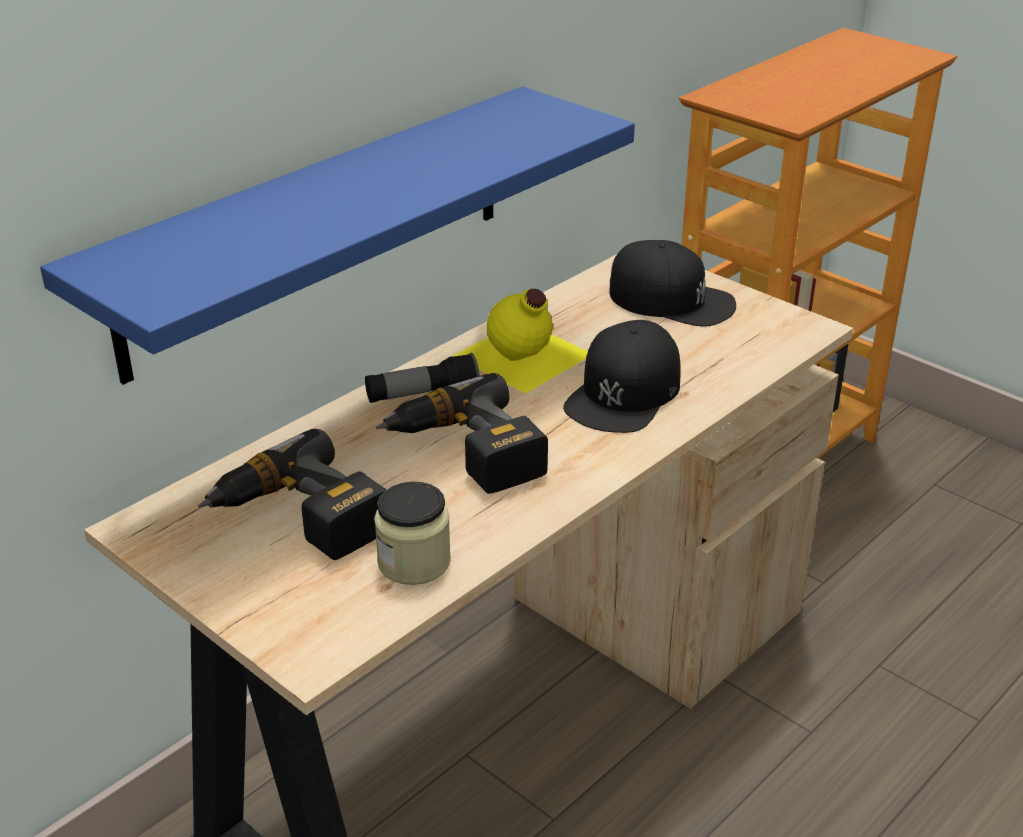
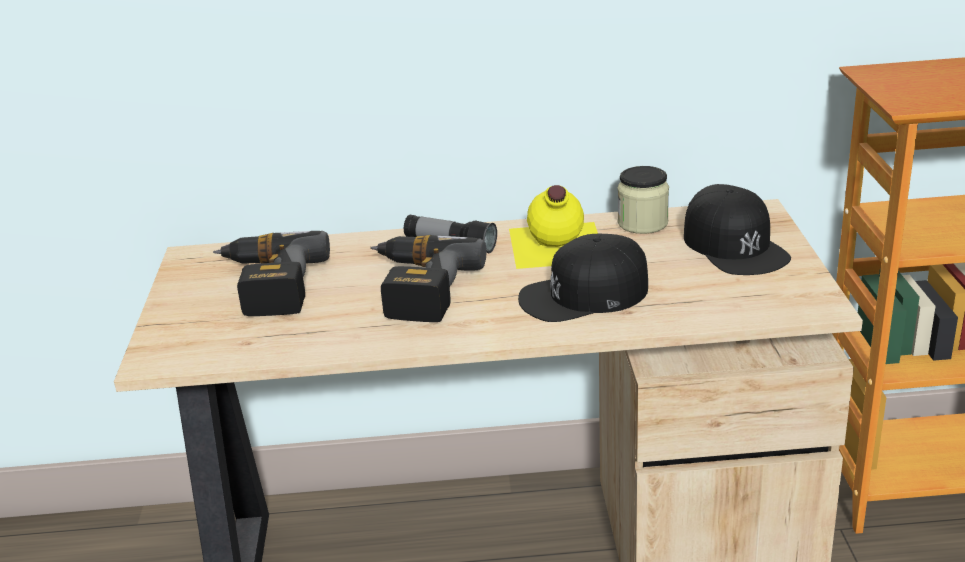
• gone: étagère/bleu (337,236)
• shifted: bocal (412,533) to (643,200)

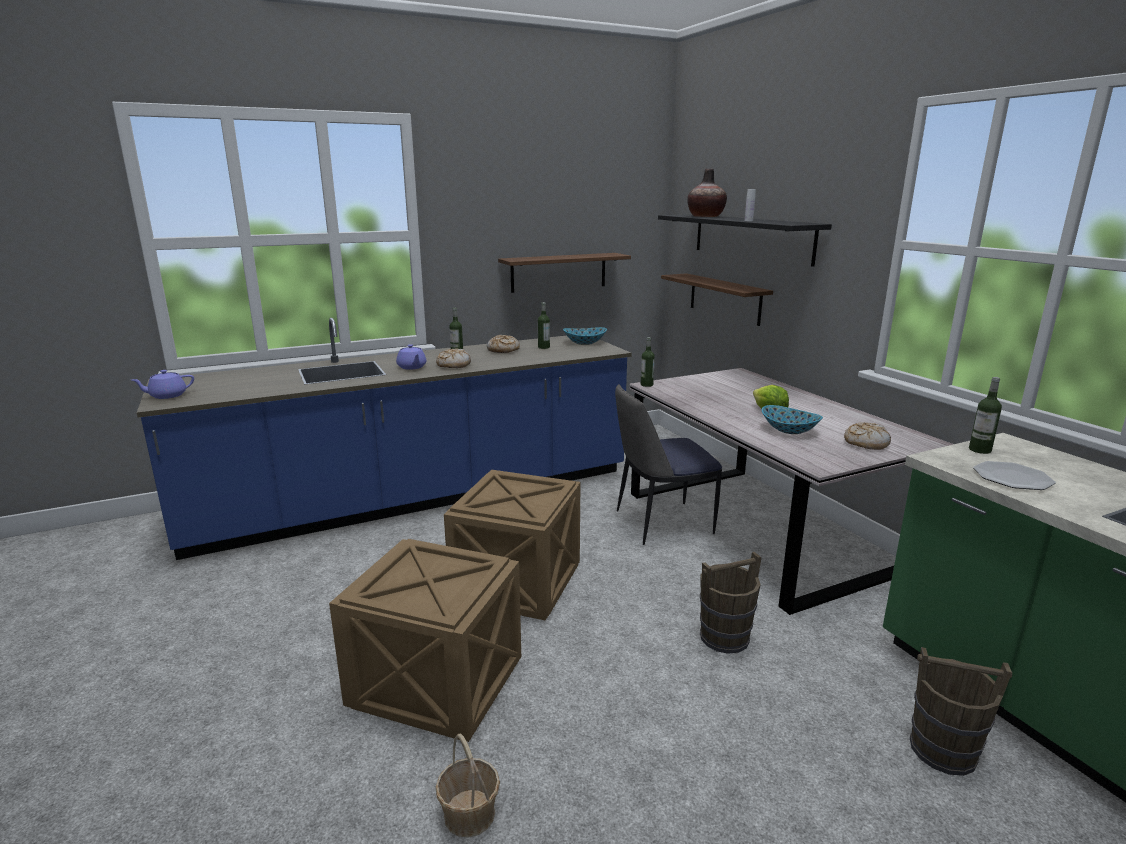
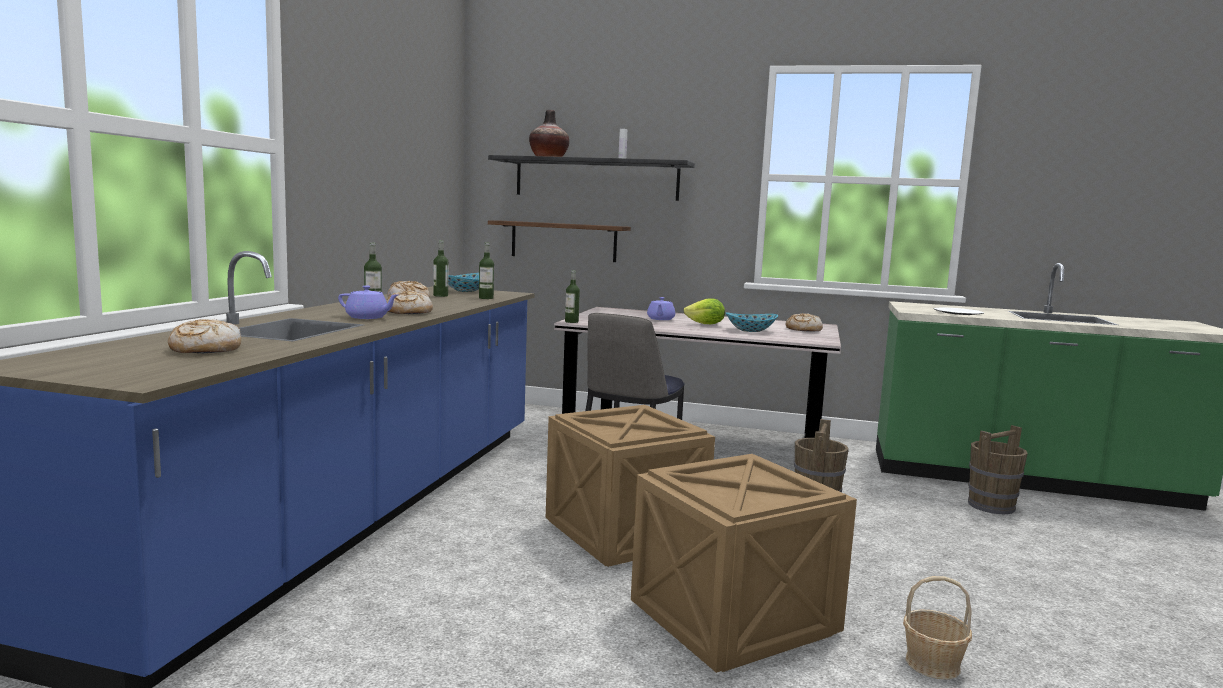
• shifted: théière/violet (162,384) to (661,308)
• gone: étagère (564,273)
• shifted: bouteille (985,415) to (486,270)
• new: pain (204,336)

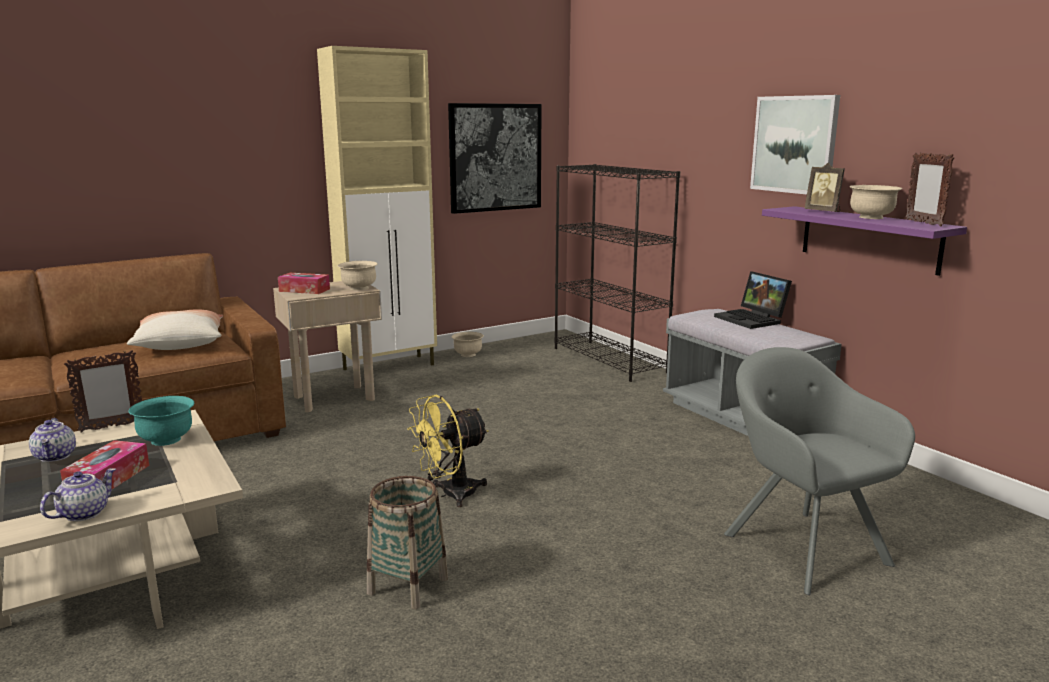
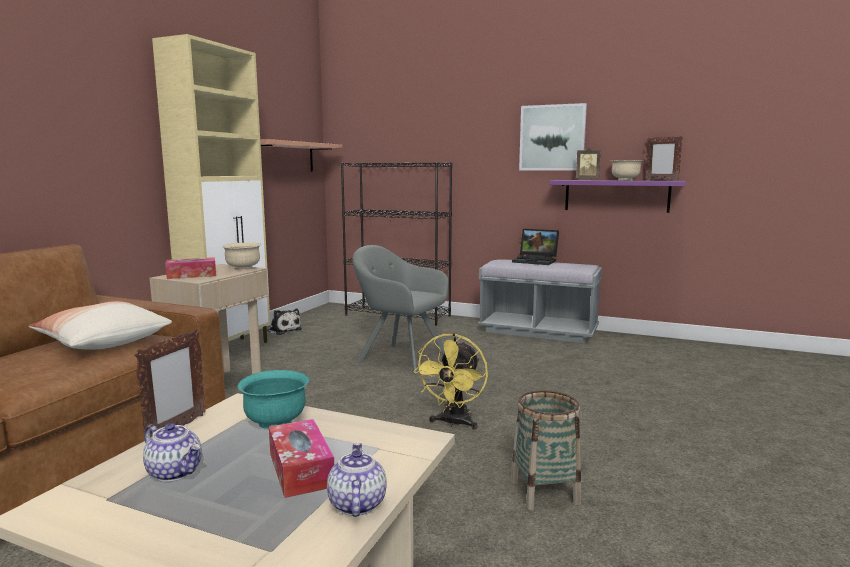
• swapped: tableau (495,158) to étagère (301,155)
• swapped: bol/beige (467,344) to peluche (284,322)
• shifted: fauteuil/gris (819,471) to (401,309)

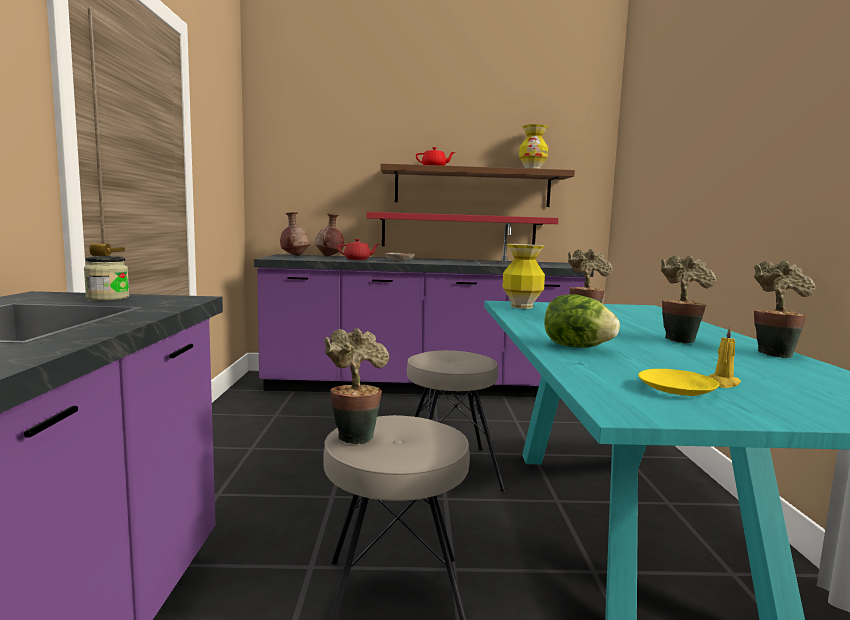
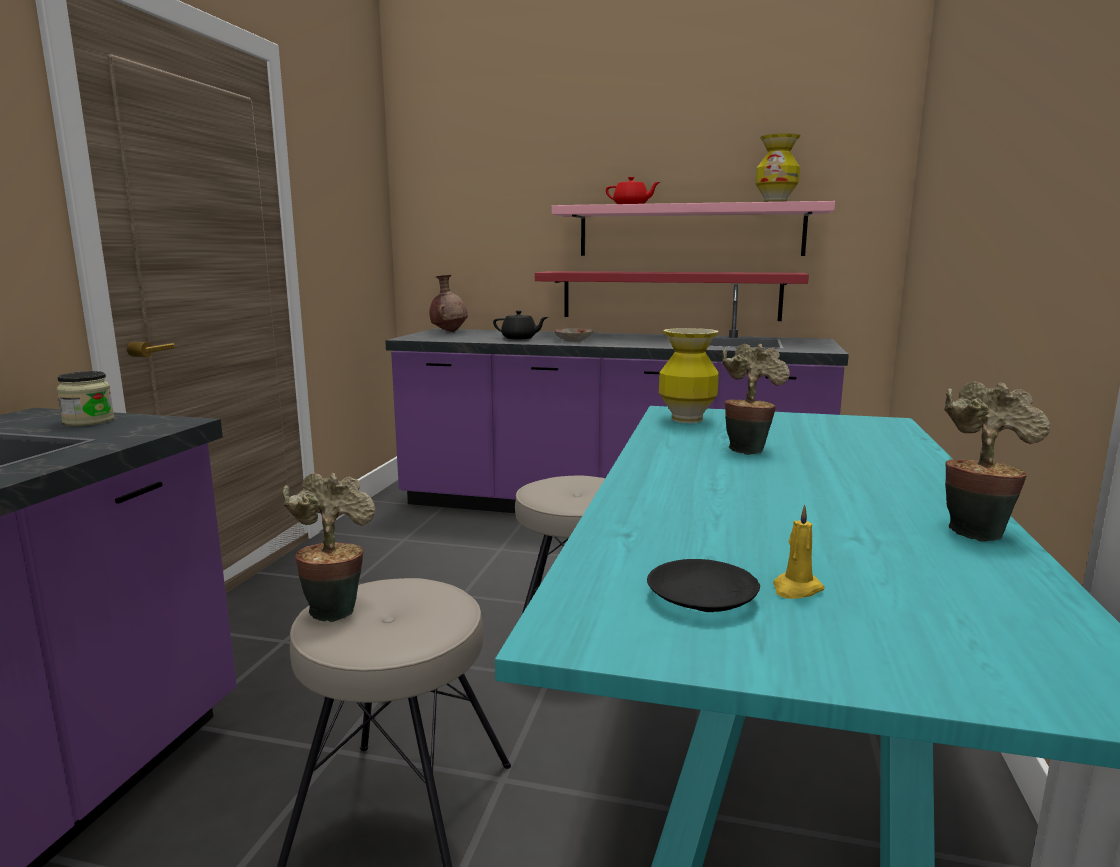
• gone: vase/marron (329,234)
• repainted: théière/rouge (358,249) to théière/noir (520,325)
• repainted: étagère/marron (478,185) to étagère/rose (693,228)
• gone: laitue (582,321)
• repainted: assiette/jaune (679,382) to assiette/noir (703,585)
• gone: plante en pot (688,299)

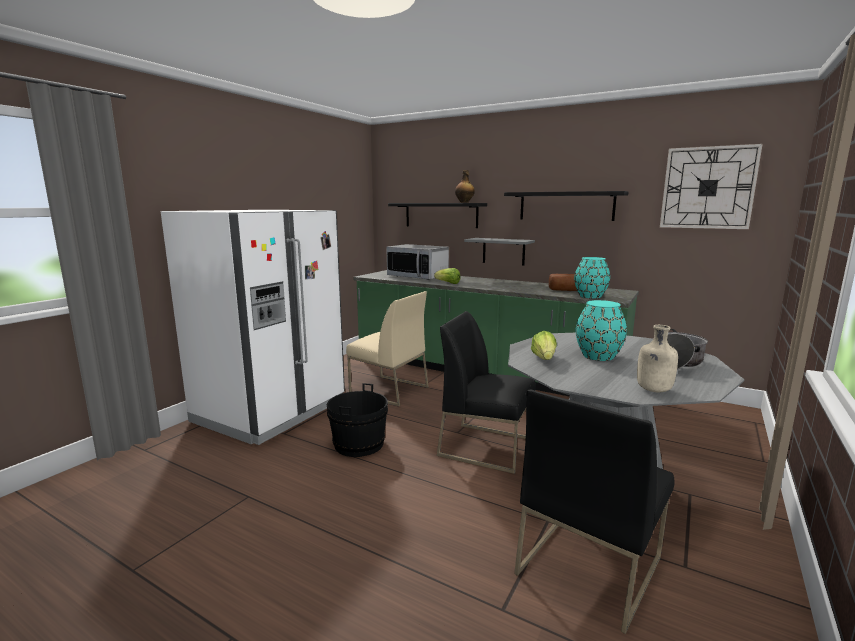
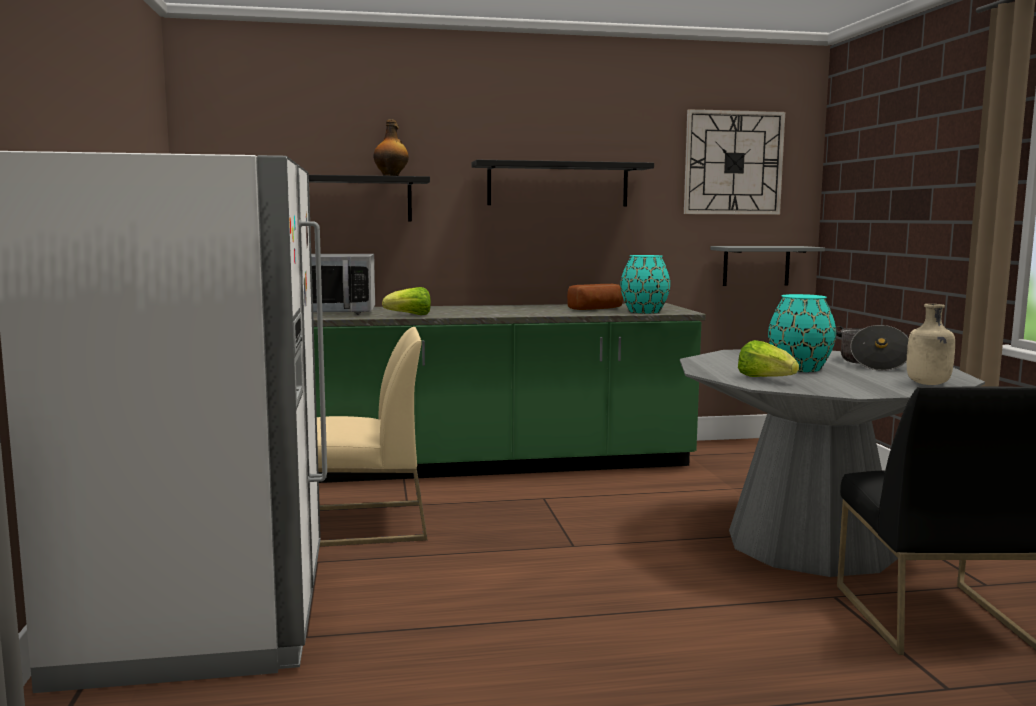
• gone: seau/noir (357,420)
• gone: chaise/noir (486,392)
• shifted: étagère/gris (499,251) to (767,266)

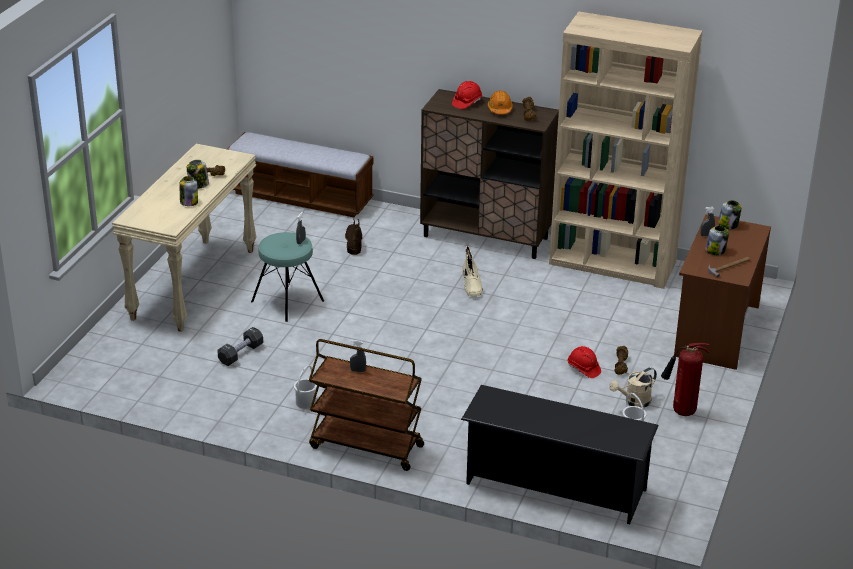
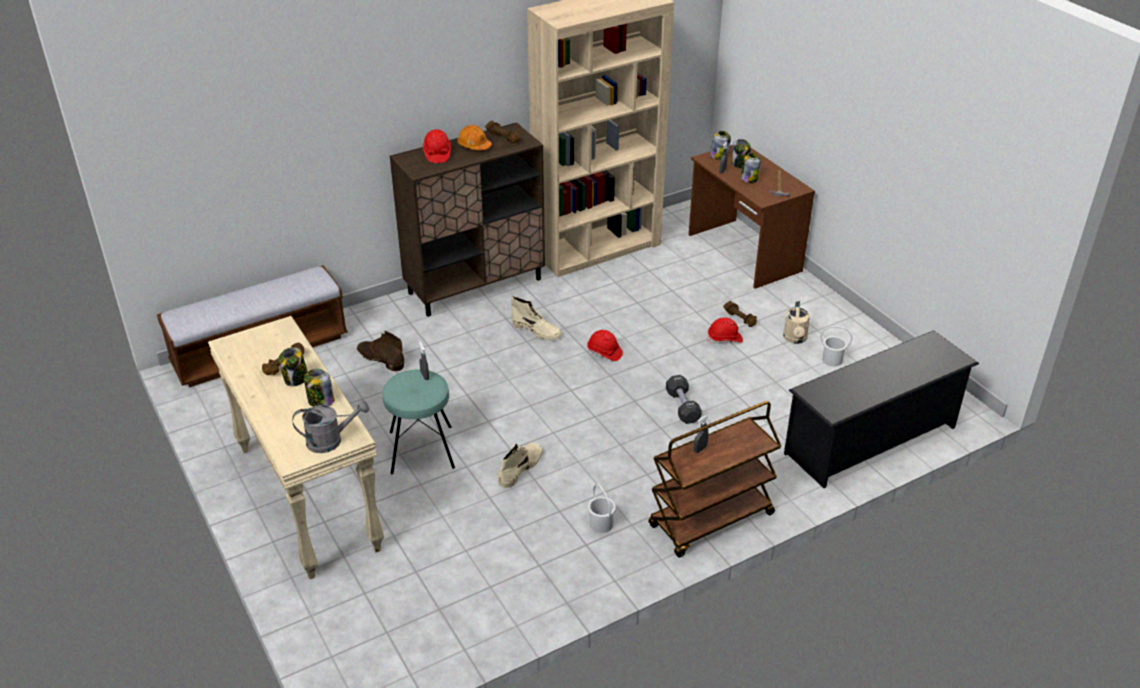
• shifted: haltère/noir (240,346) to (684,399)
• gone: extincteur (685,379)
• new: arrosoir/gris (330,426)
• new: botte/beige (520,465)
• new: casque de chantier/rouge (605,345)
• new: bocal (741,153)

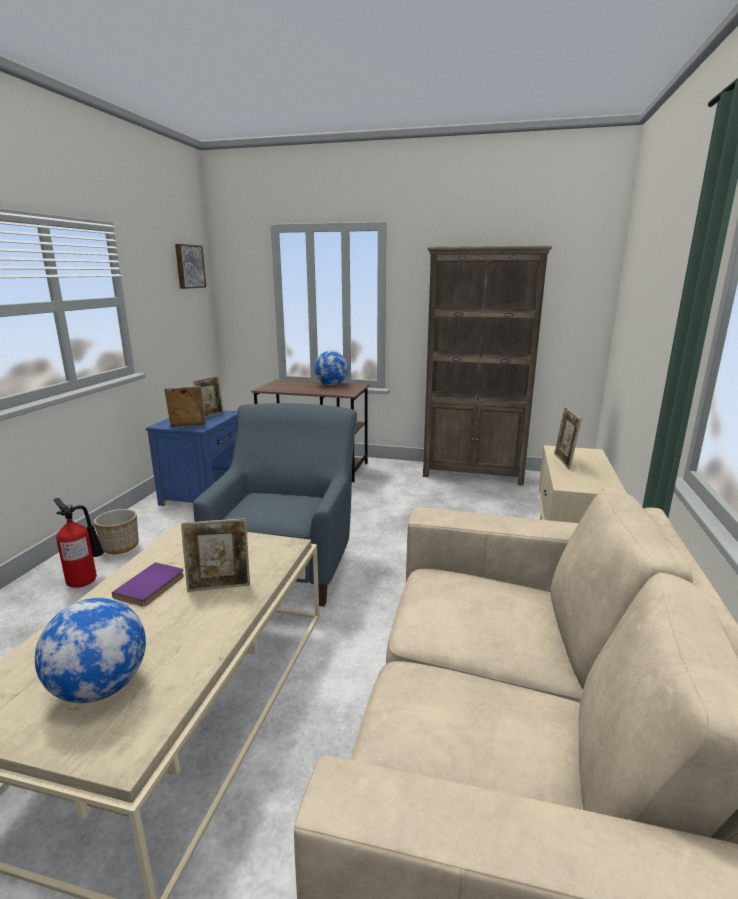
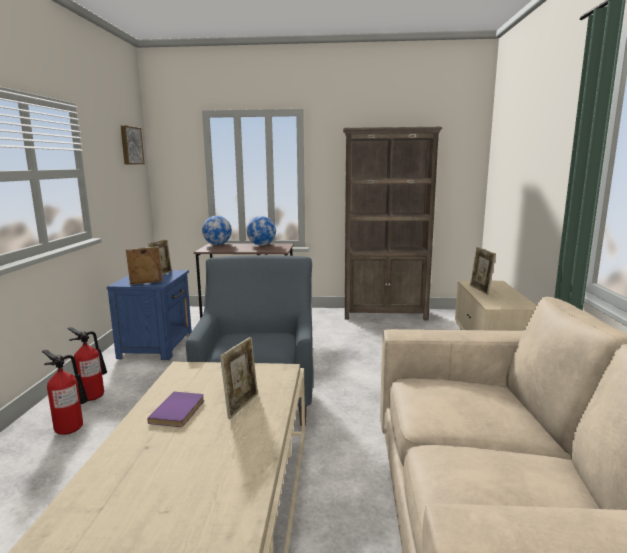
• shifted: globe (90,650) to (217,230)
• swapped: cache-pot (116,531) to extincteur (87,364)
• rotated: cadre photo (215,555) = (239,378) 45 degrees counterclockwise

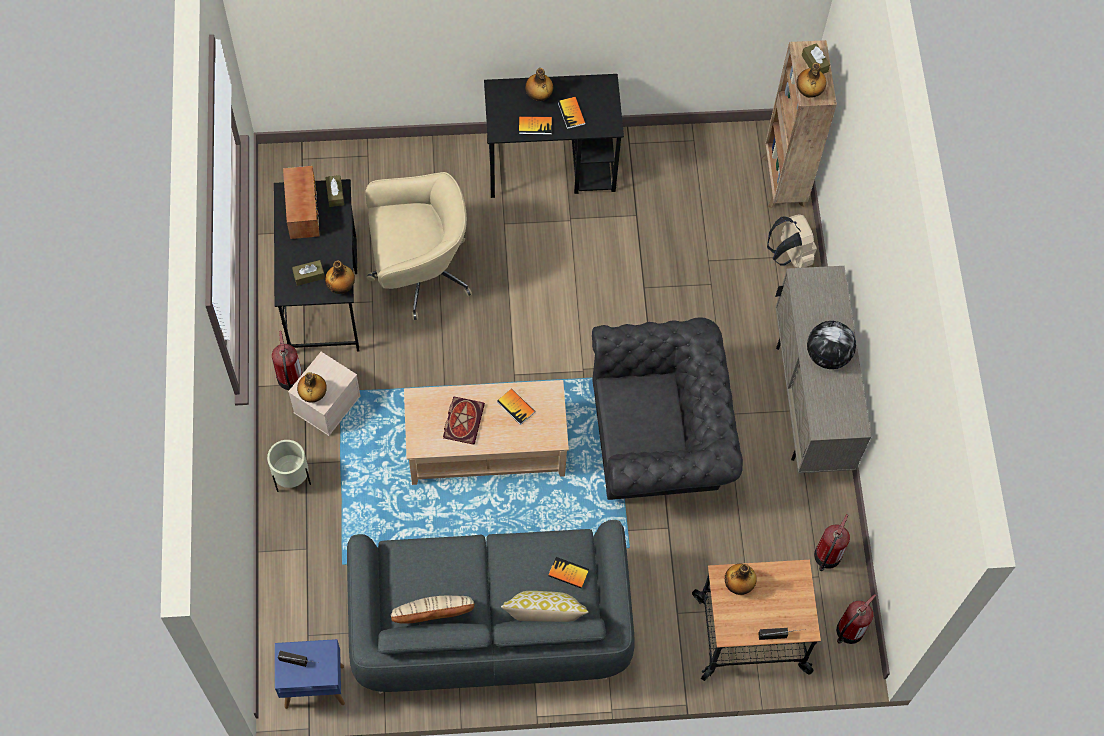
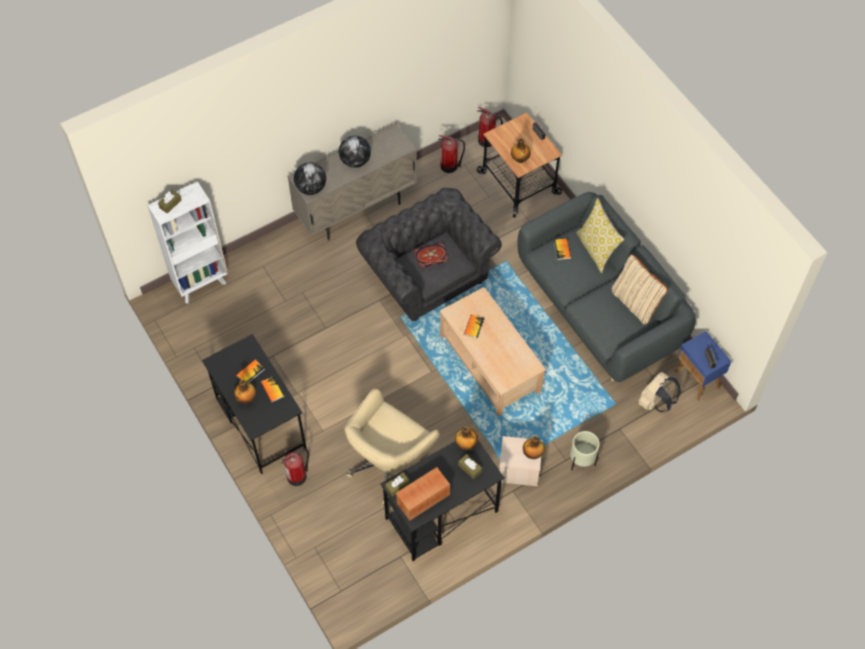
• shifted: extincteur (287,360) to (295,467)
• rotated: chaise de bureau/beige (419,246) = (392,447) 105 degrees counterclockwise
• shifted: livre (464,420) to (431,255)
• repainted: bibliothèque/marron (799,124) to bibliothèque/blanc (187,242)
• shifted: sac à dos/beige (792,241) to (659,392)
• gone: bouteille (811,80)
• new: globe (310,178)

